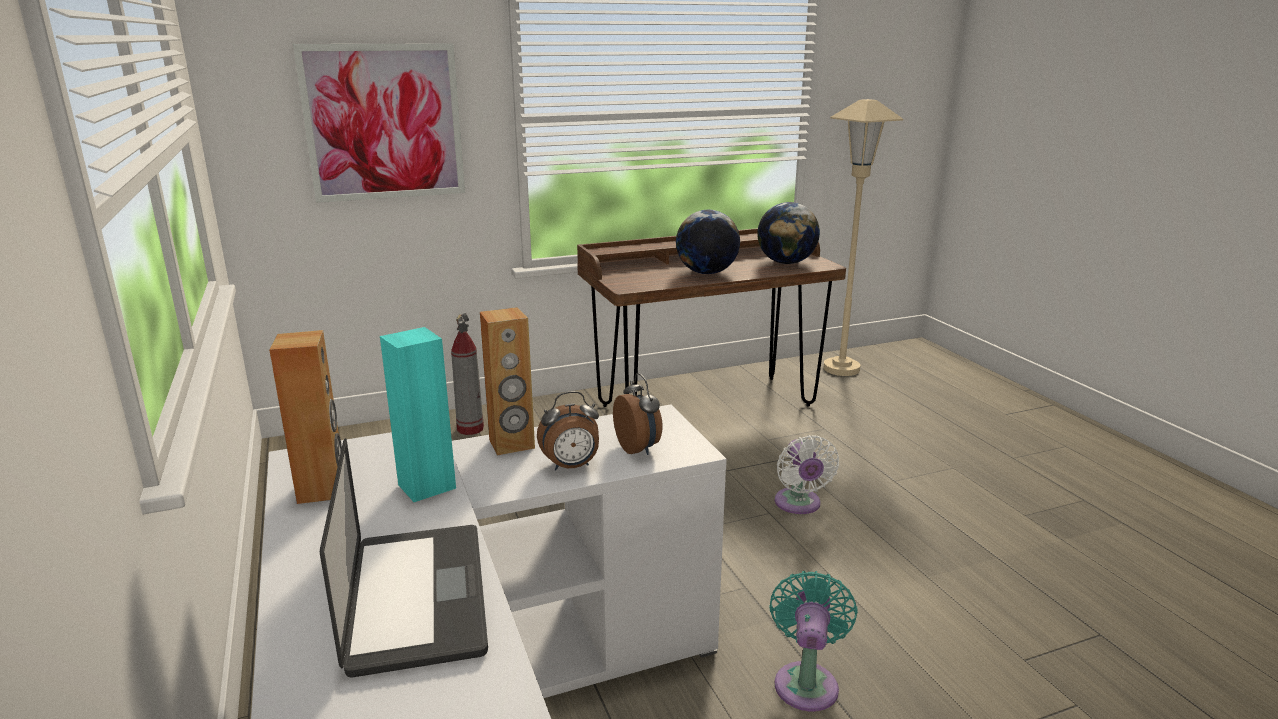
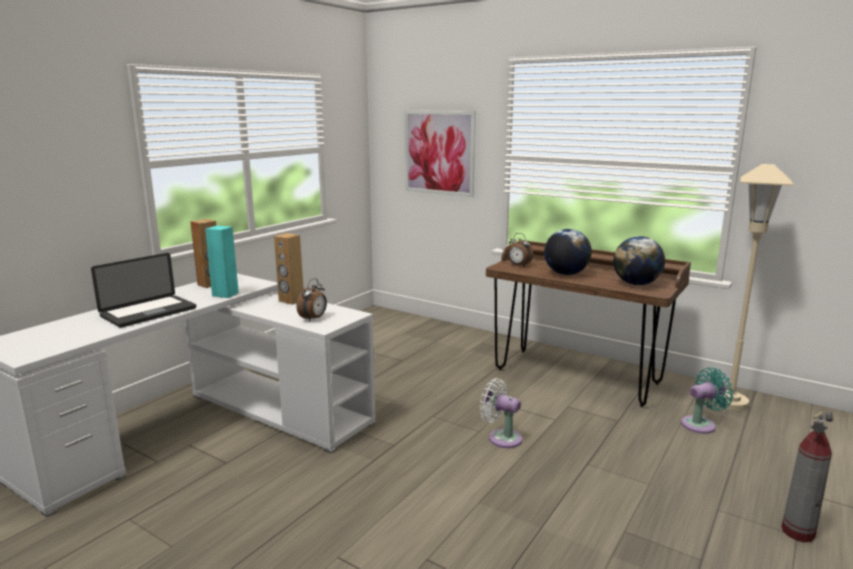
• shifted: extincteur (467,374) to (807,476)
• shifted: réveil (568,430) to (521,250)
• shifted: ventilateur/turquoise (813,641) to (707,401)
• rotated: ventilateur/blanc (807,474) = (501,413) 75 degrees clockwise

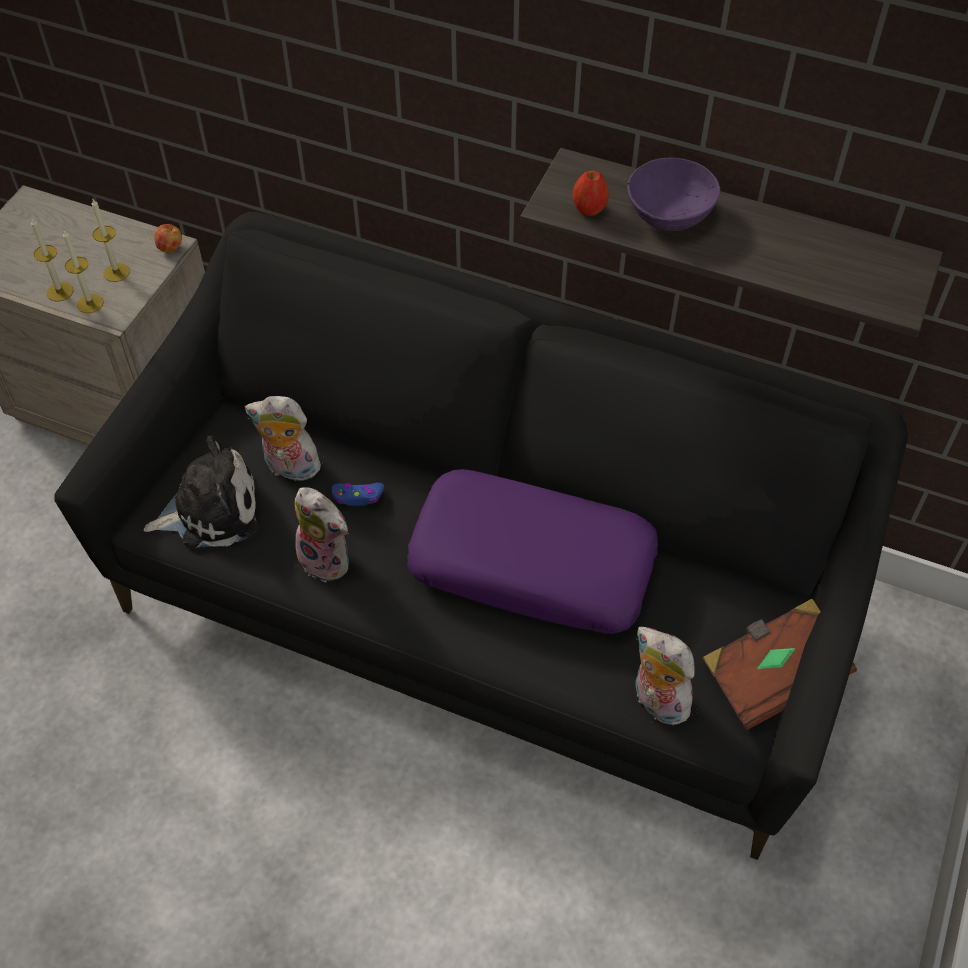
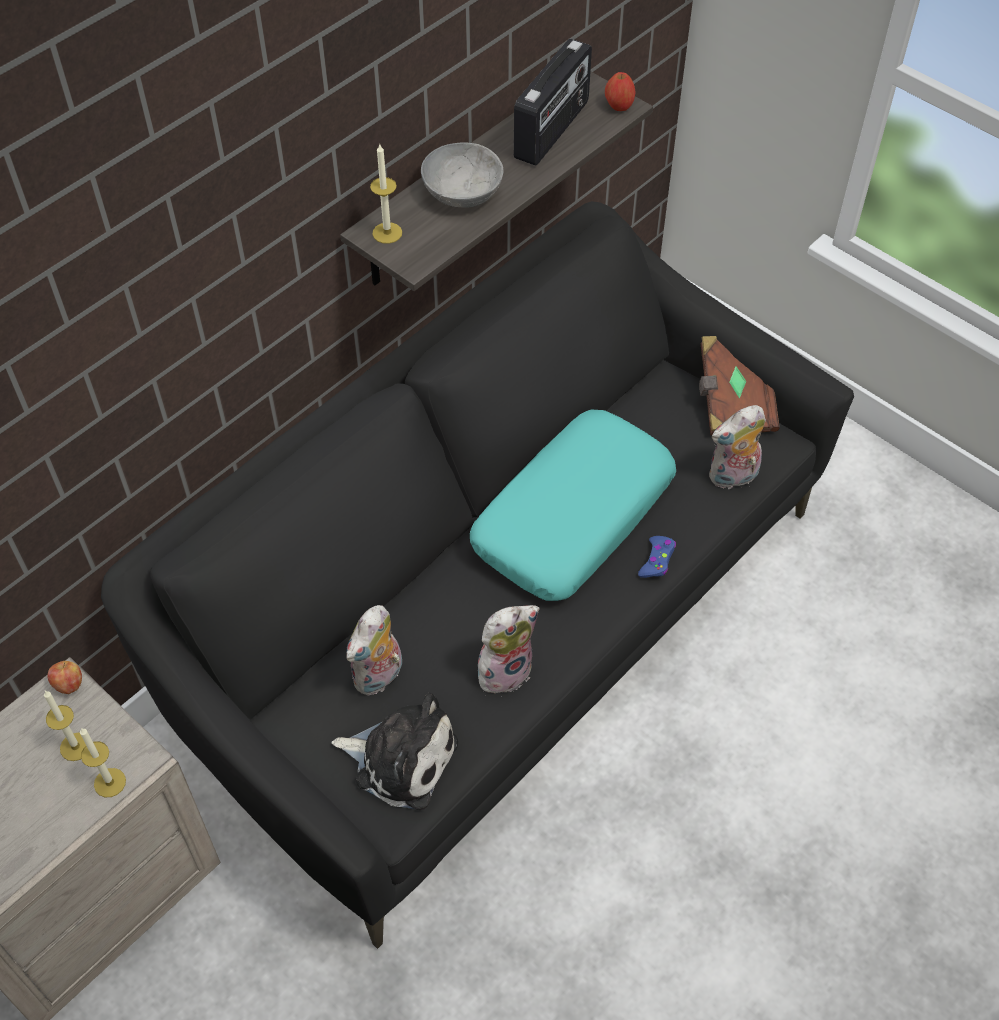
• shifted: bougie (52,260) to (386,194)
• rotated: peluche (201,492) = (395,751) 105 degrees clockwise
• shifted: manette/bleu (358,494) to (657,557)
• repainted: coussin/violet (532,551) to coussin/turquoise (573,505)
• shifted: pomme (591,193) to (620,91)
• repainted: bol/violet (673,194) to bol/gris (462,174)
• new: radio (553,102)

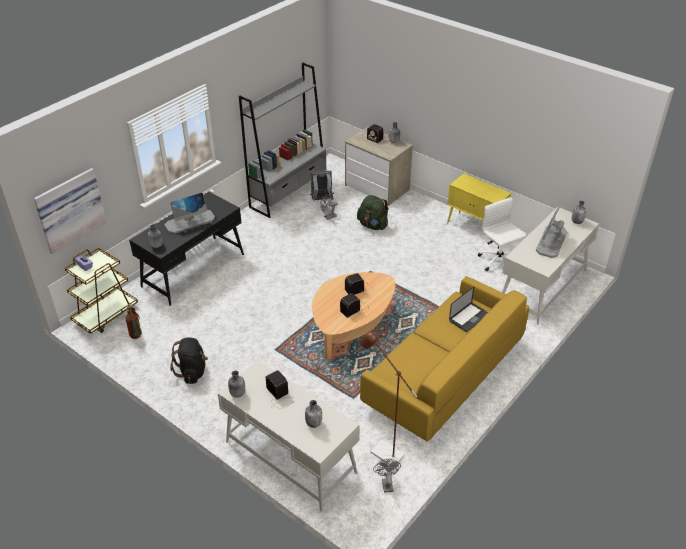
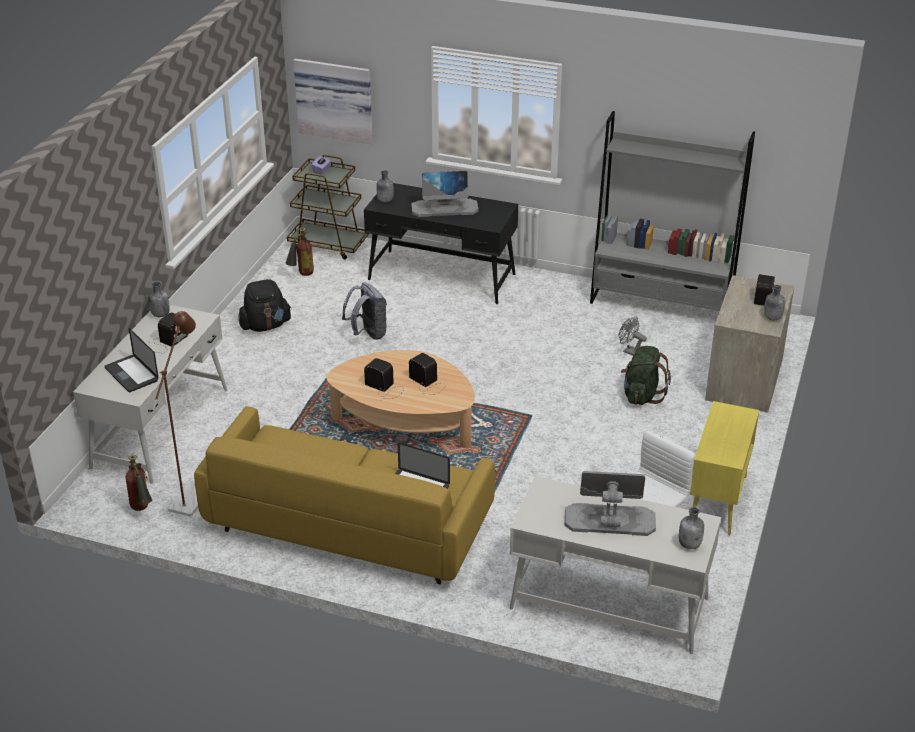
• rotated: écran d'ordinateur (189,213) = (445,193) 45 degrees counterclockwise
• swapped: bouteille/gris (313,414) to ordinateur portable (131,360)
• shifted: sac à dos/gris (322,185) to (364,311)
• swapped: ventilateur/gris (387,476) to extincteur (139,482)

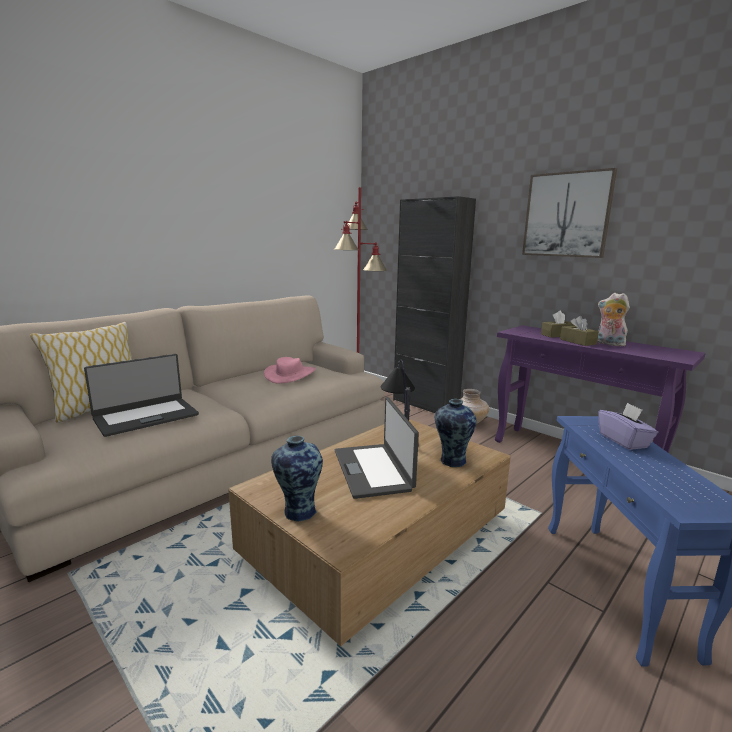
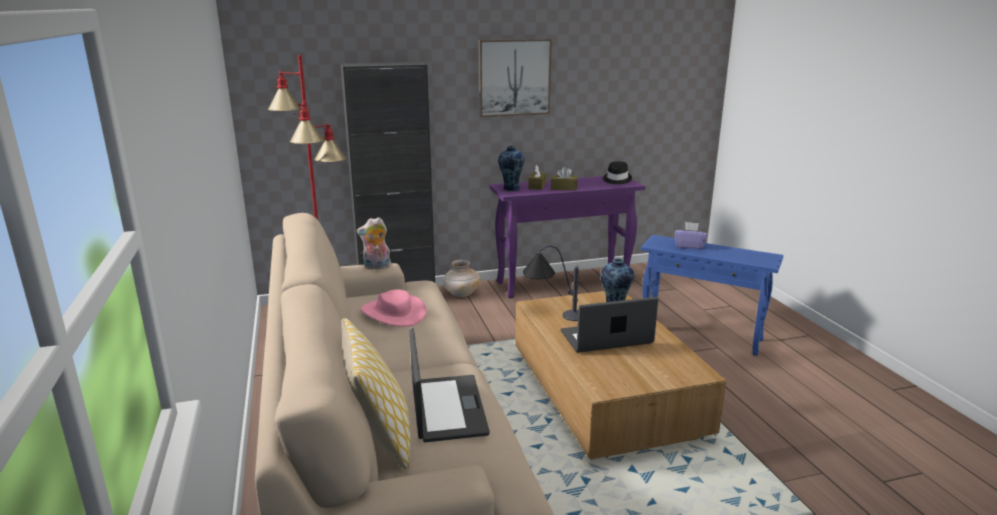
• shifted: vase (297,478) to (511,168)
• rotated: ordinateur portable (377,448) = (609,325) 150 degrees clockwise
• shifted: peluche (613,319) to (374,243)
• new: chapeau/noir (617,172)

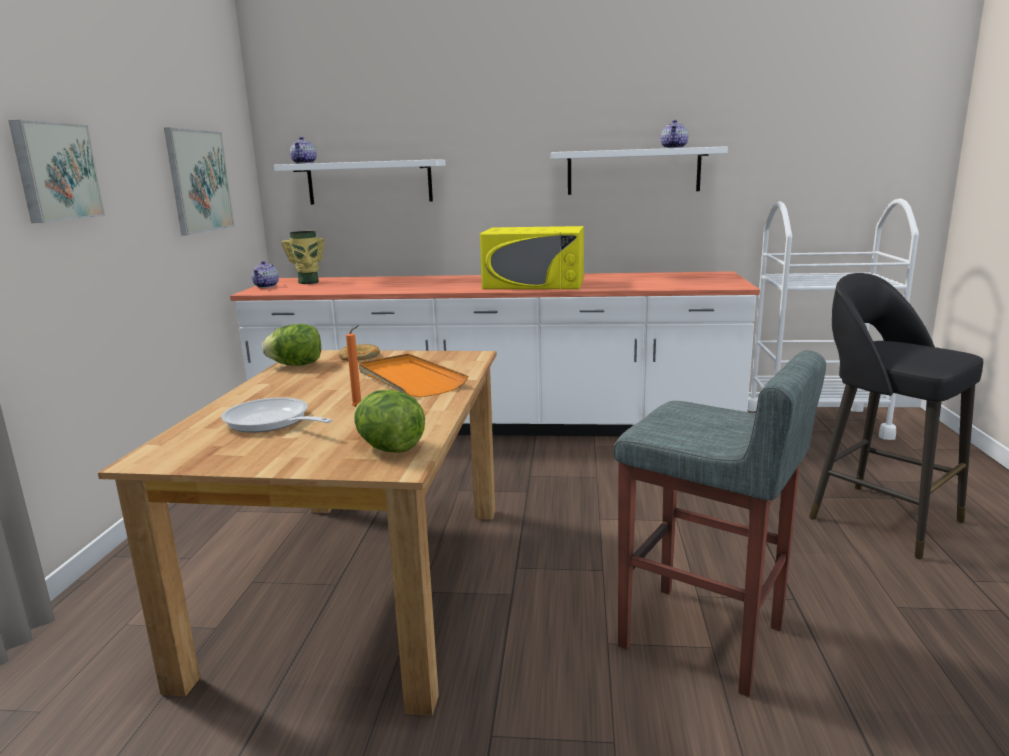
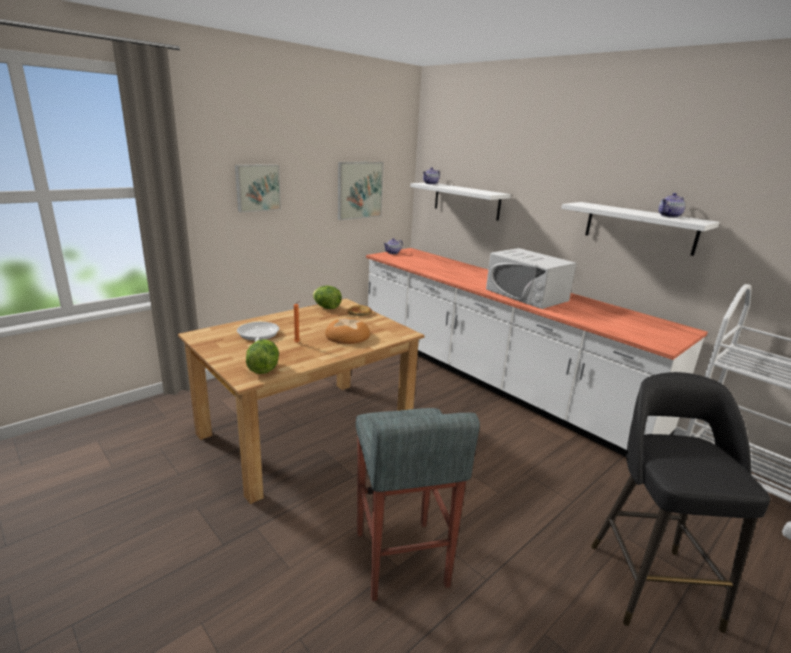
• gone: vase (303,257)
• swapped: plateau/orange (413,375) to pain (347,331)
• repainted: micro-ondes/jaune (532,257) to micro-ondes/blanc (531,278)

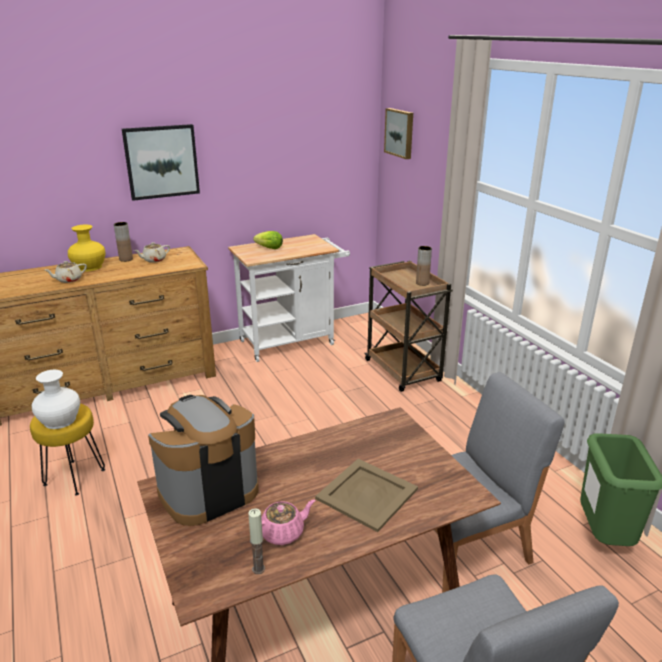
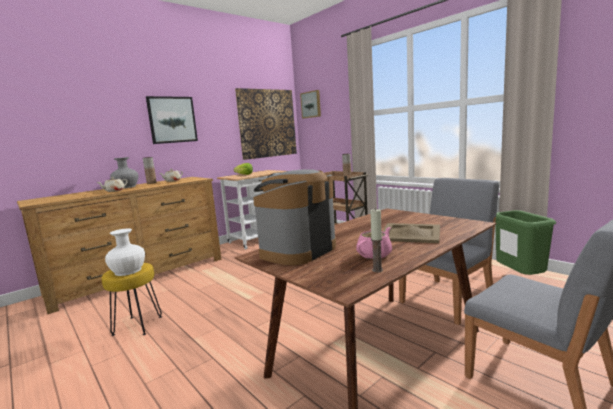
• repainted: vase/jaune (86,248) to vase/gris (124,172)
• new: tableau (266,124)

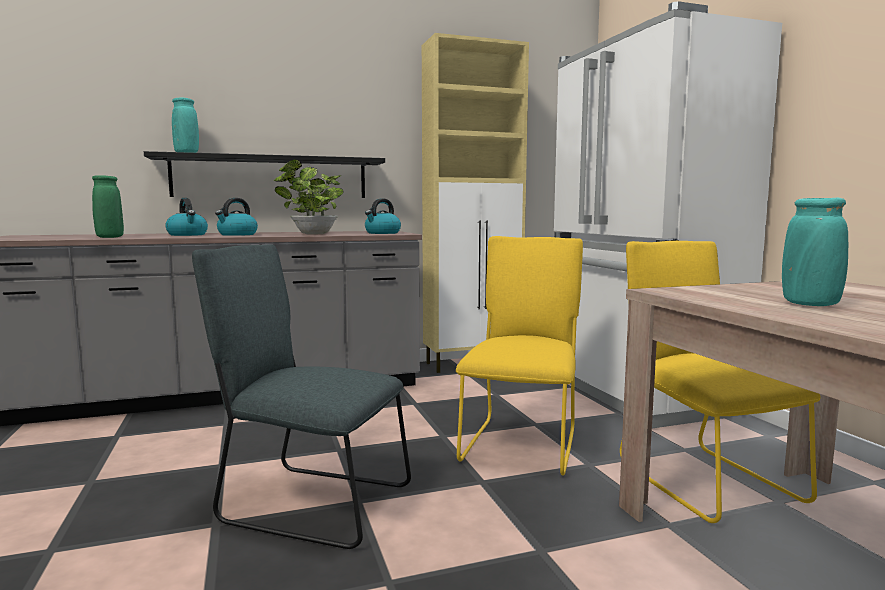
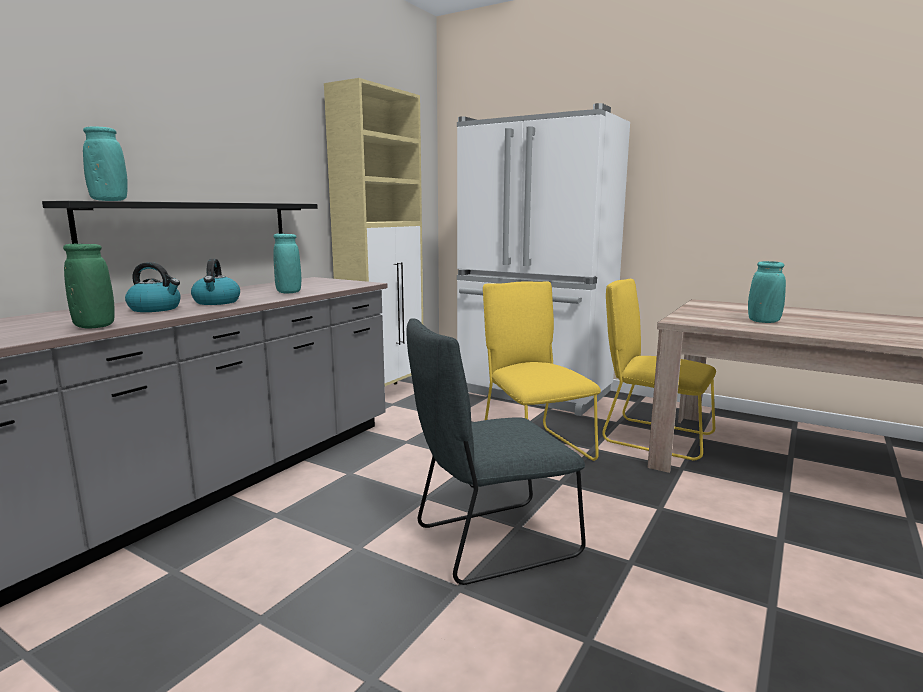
• swapped: plante en pot (308,196) to vase/turquoise (287,263)
• gone: bouilloire (383,216)

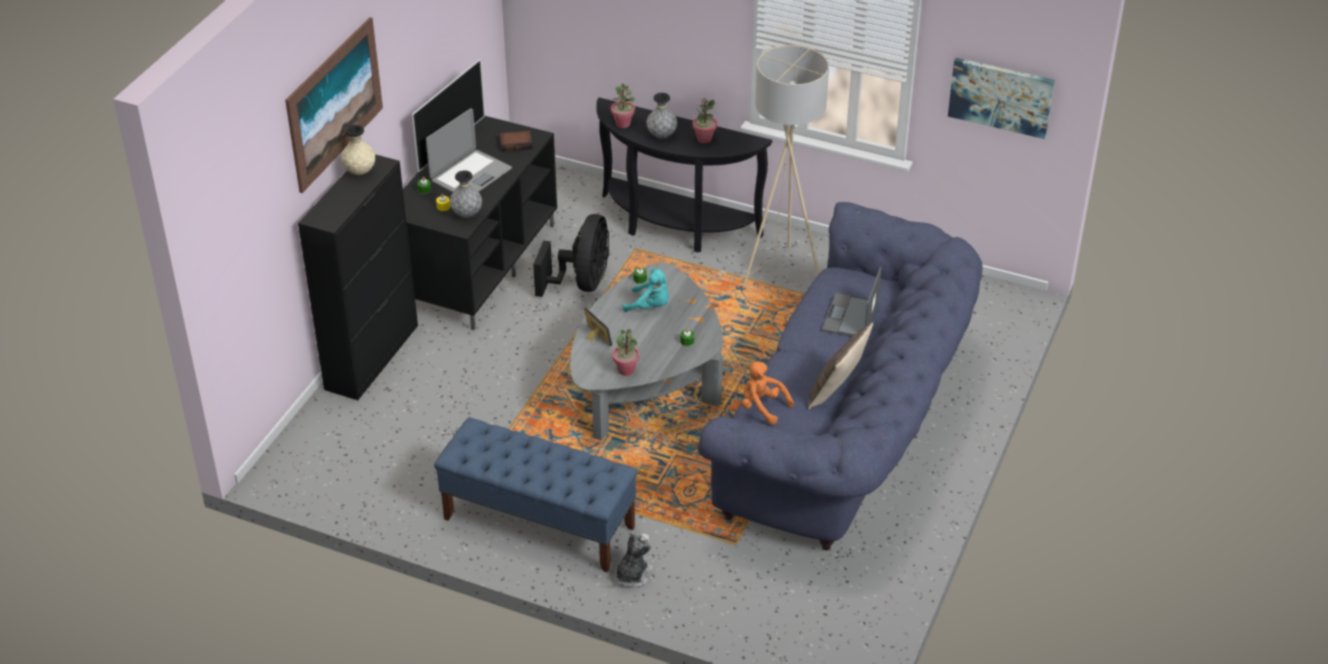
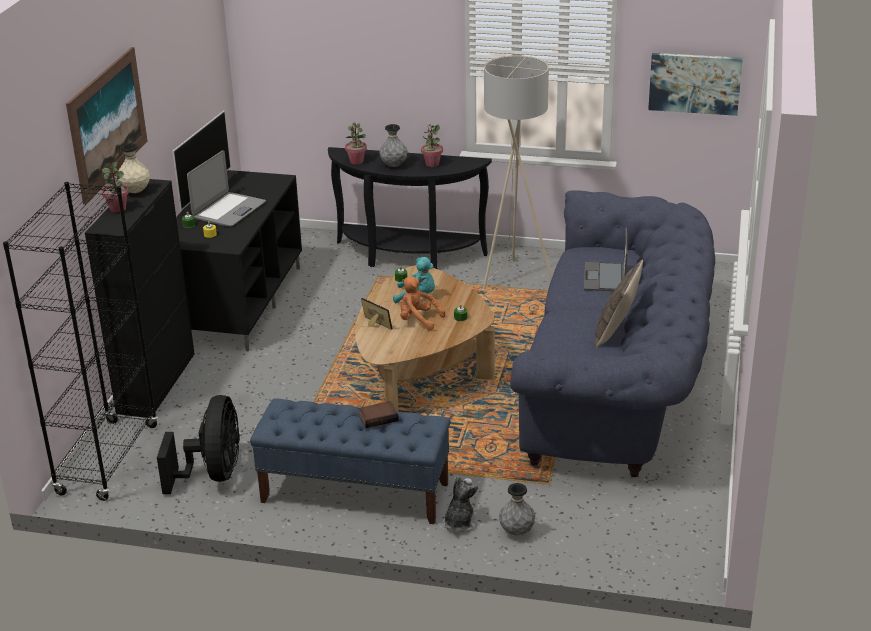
• shifted: vase/gris (465,194) to (517,509)
• shifted: livre (516,141) to (378,414)
• shifted: ventilateur/noir (571,255) to (198,444)
• repainted: table basse/gris (646,351) to table basse/marron (425,338)
• shifted: plante en pot (626,352) to (115,187)
• shifted: peluche/orange (767,393) to (422,303)
• new: bibliothèque/noir (80,341)

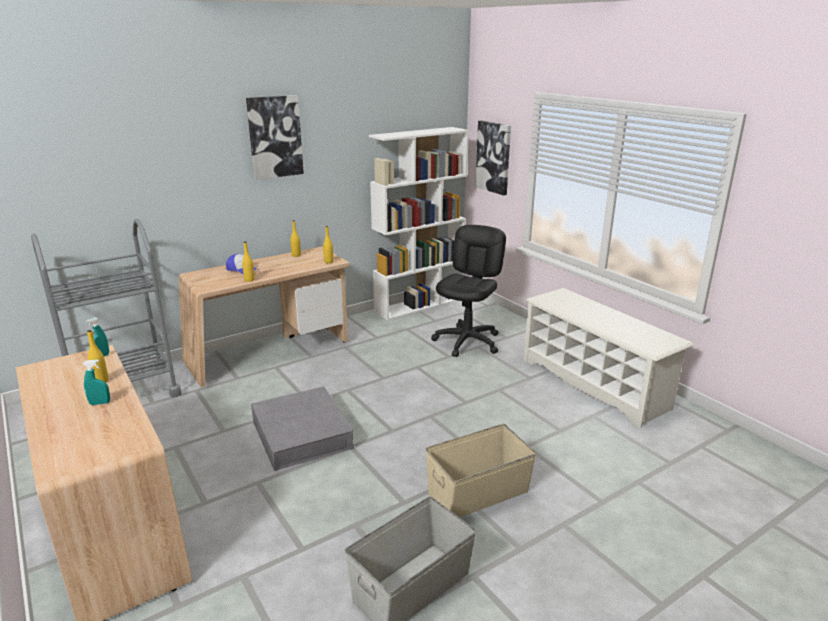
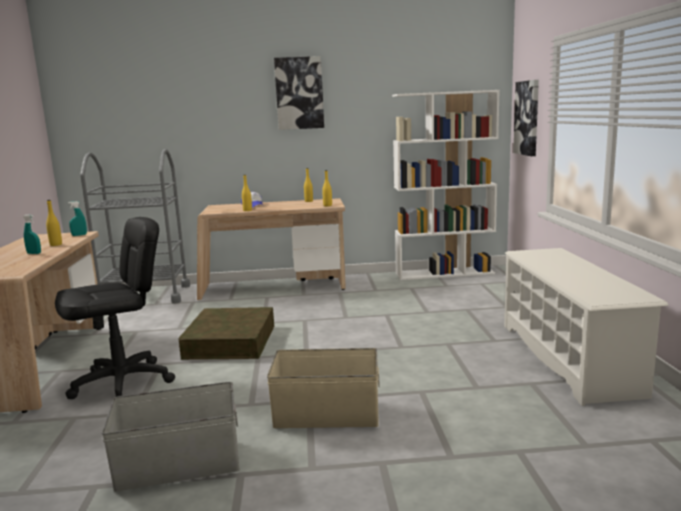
• repainted: boîte de rangement/gris (302,428) to boîte de rangement/marron (226,333)
• shifted: chaise de bureau/noir (468,291) to (115,308)

